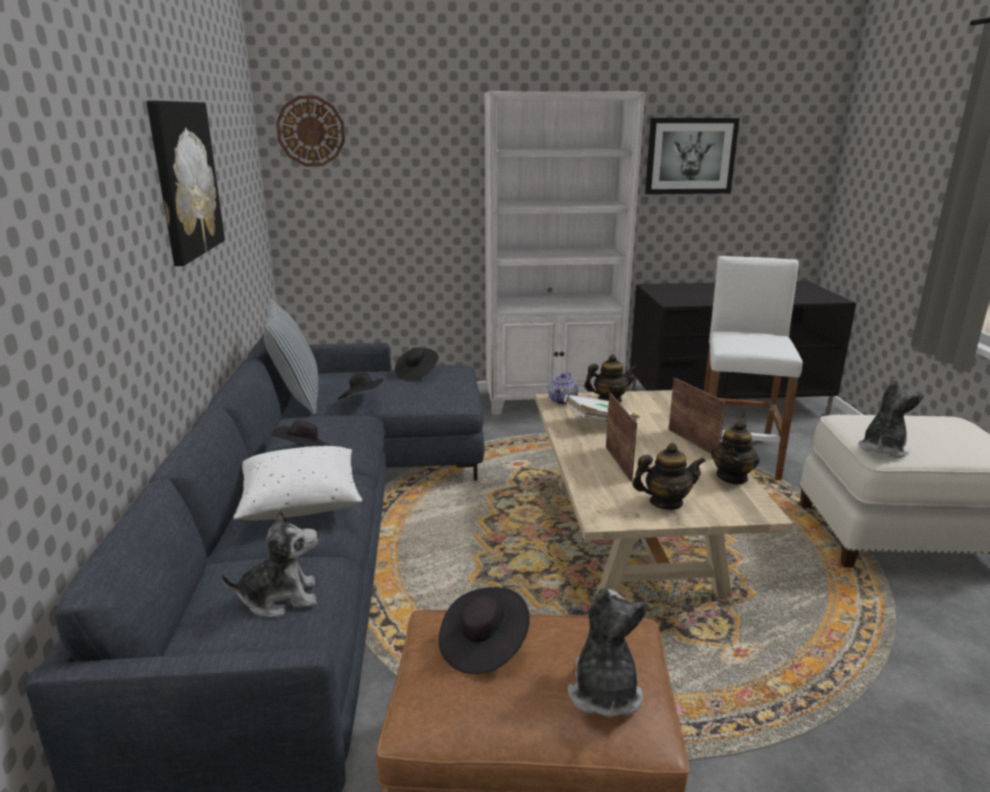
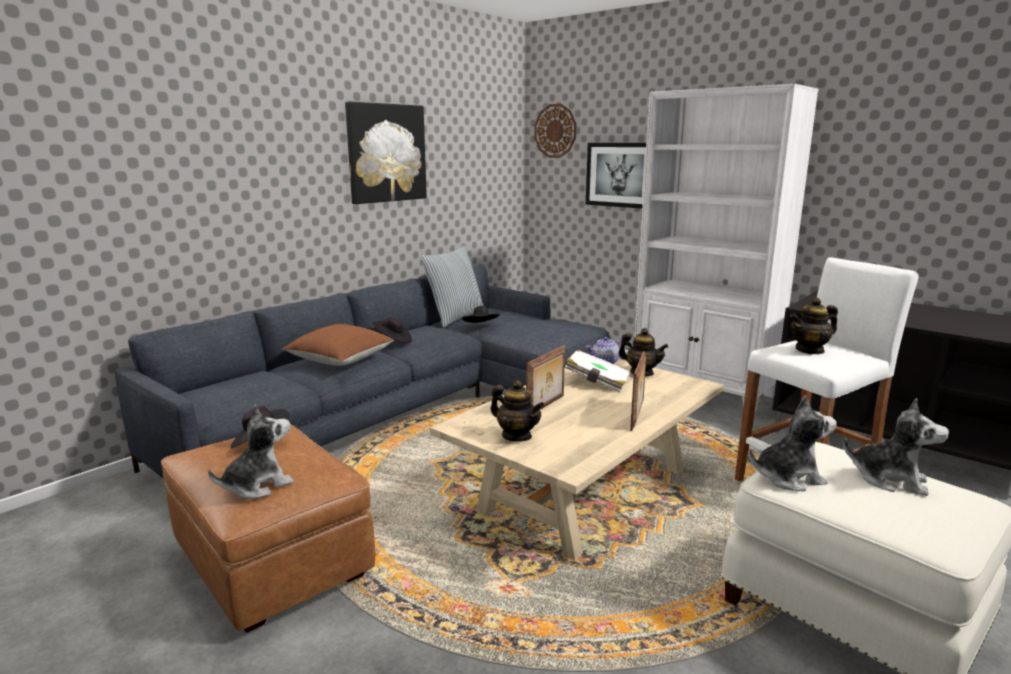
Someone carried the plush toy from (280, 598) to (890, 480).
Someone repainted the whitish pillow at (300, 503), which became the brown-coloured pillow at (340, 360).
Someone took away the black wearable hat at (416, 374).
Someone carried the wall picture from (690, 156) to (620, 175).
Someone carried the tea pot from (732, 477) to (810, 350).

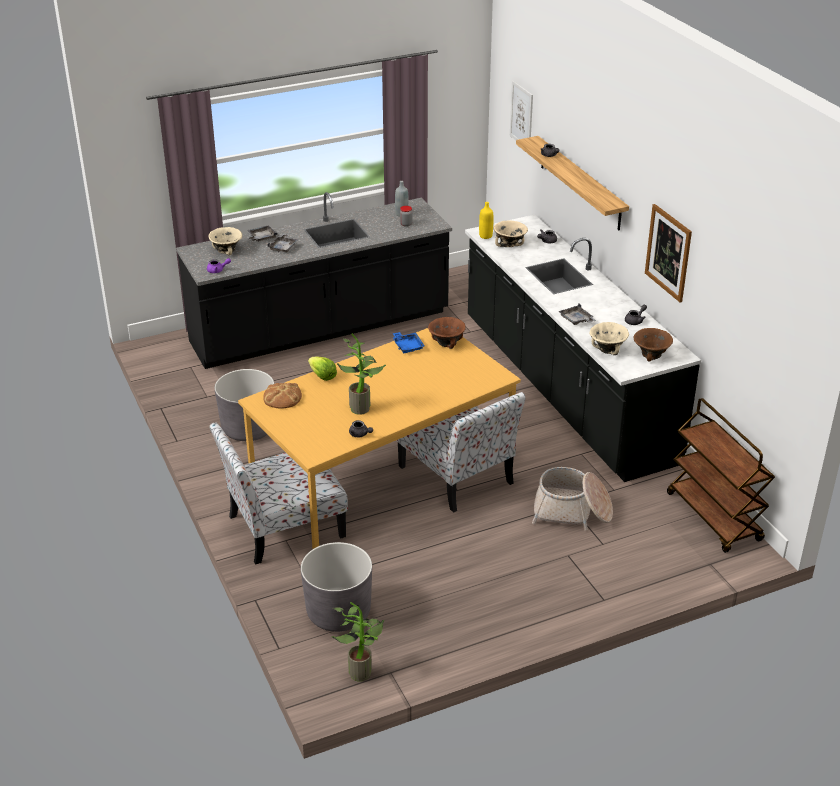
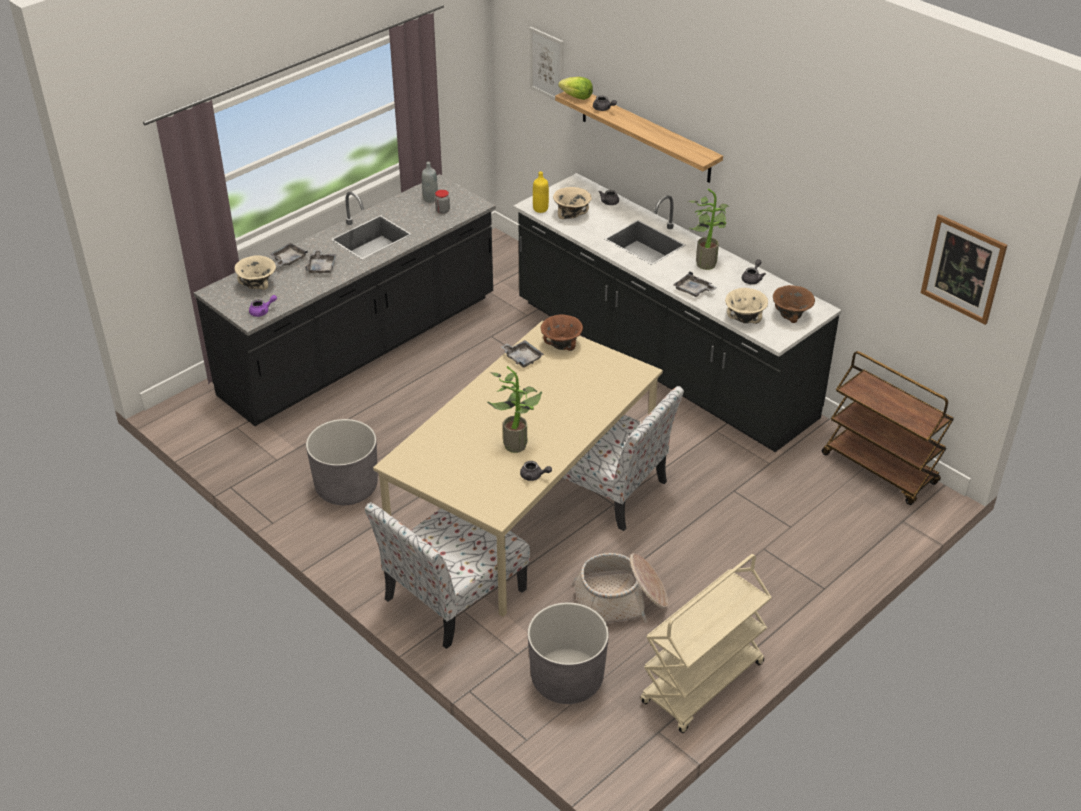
Someone repainted the orange-coloured dining table at (383, 474), which became the beige-coloured dining table at (525, 505).
Someone took away the baked bread at (282, 397).
Someone carried the head of lettuce from (322, 376) to (576, 97).
Someone carried the plant in a pot from (361, 670) to (705, 262).
Someone repainted the bluish tray at (407, 346), which became the gray tray at (522, 358).
Someone carried the basket from (572, 511) to (620, 602).
Someone carried the wall picture from (668, 252) to (963, 269).
Someone put down the beige-coloured trolley at (702, 684).

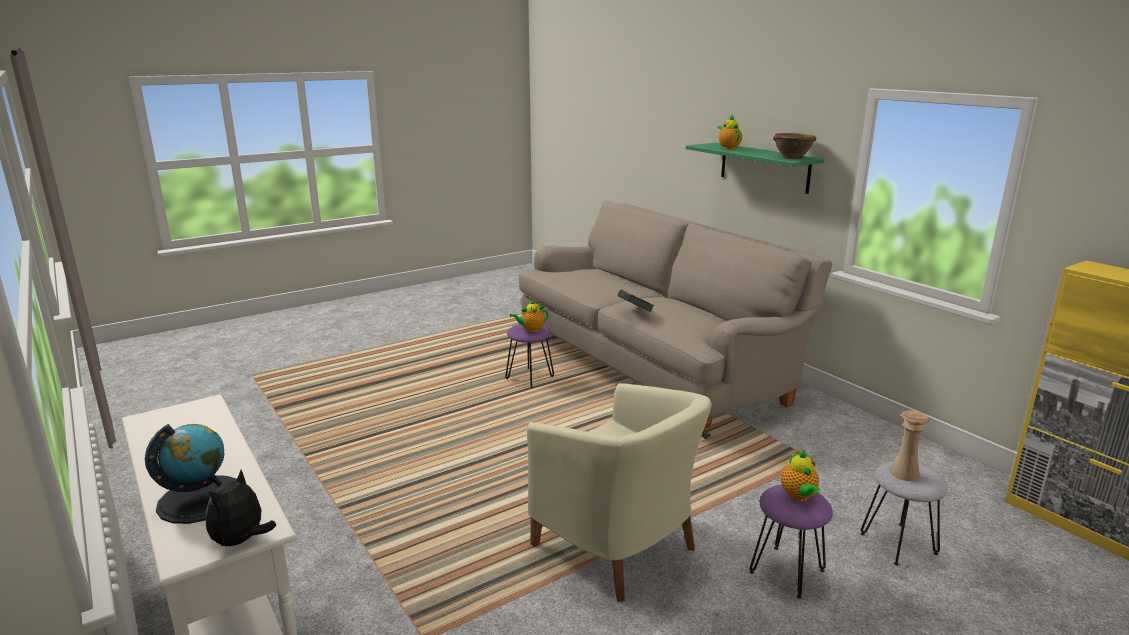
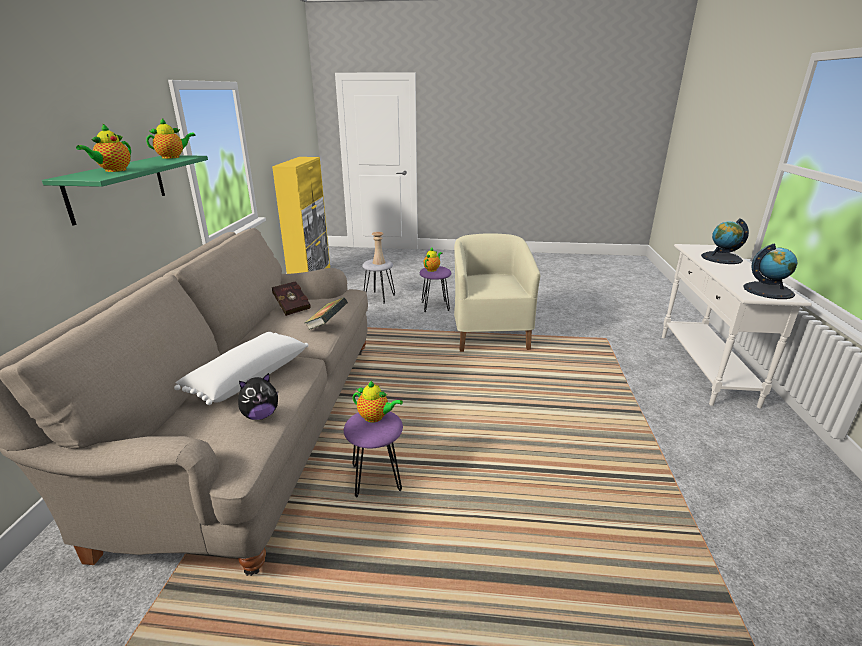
Someone carried the plush toy from (241, 541) to (260, 415).
Someone swapped the brown-coloured deep dish at (792, 157) for the tea pot at (173, 157).
Someone put down the whitish pillow at (247, 377).
Someone put down the red-coloured volume at (292, 306).
Someone put down the globe at (768, 290).

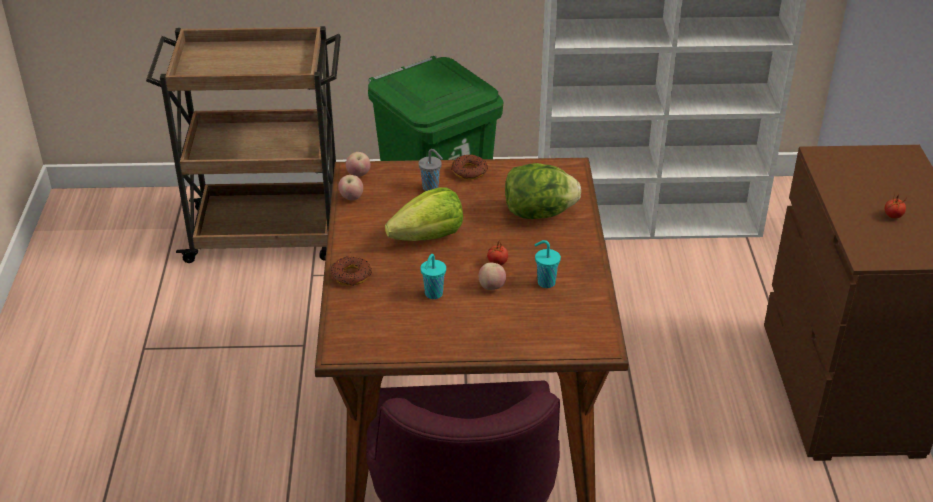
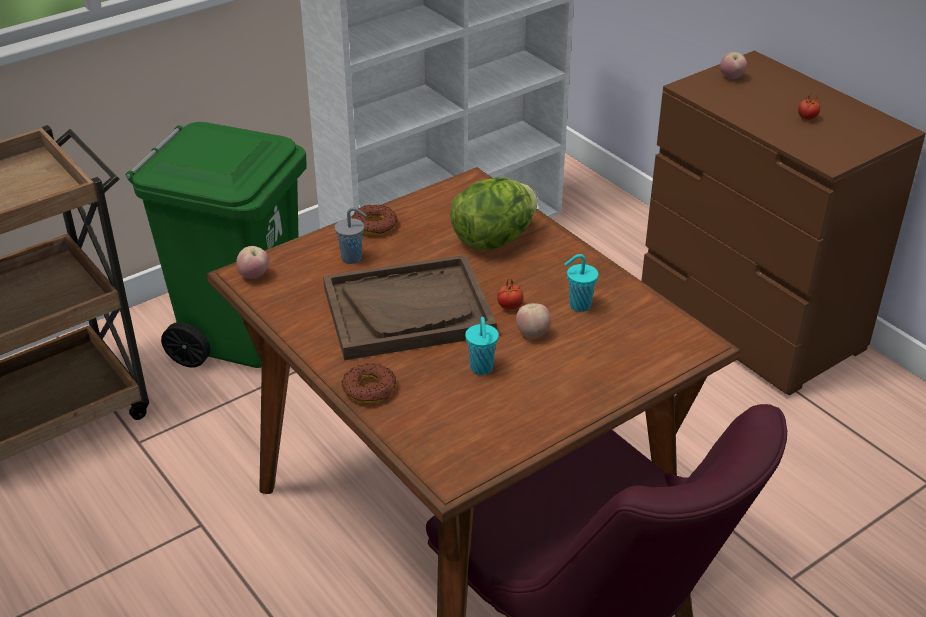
Someone carried the whole apple from (351, 198) to (731, 77).
Someone swapped the head of lettuce at (429, 237) for the brown-coloured tray at (408, 310).

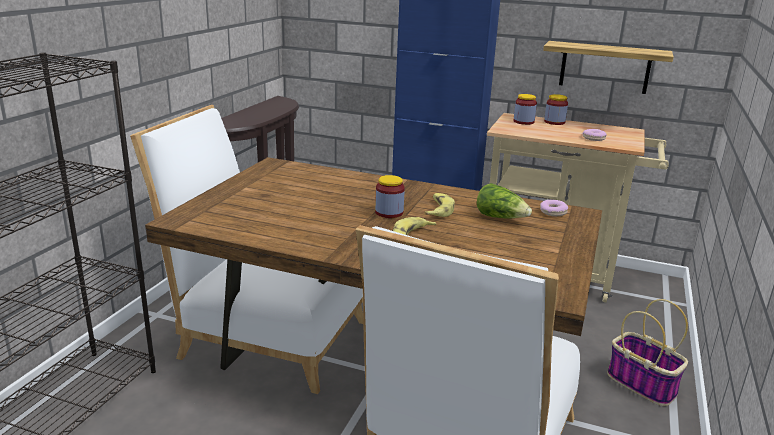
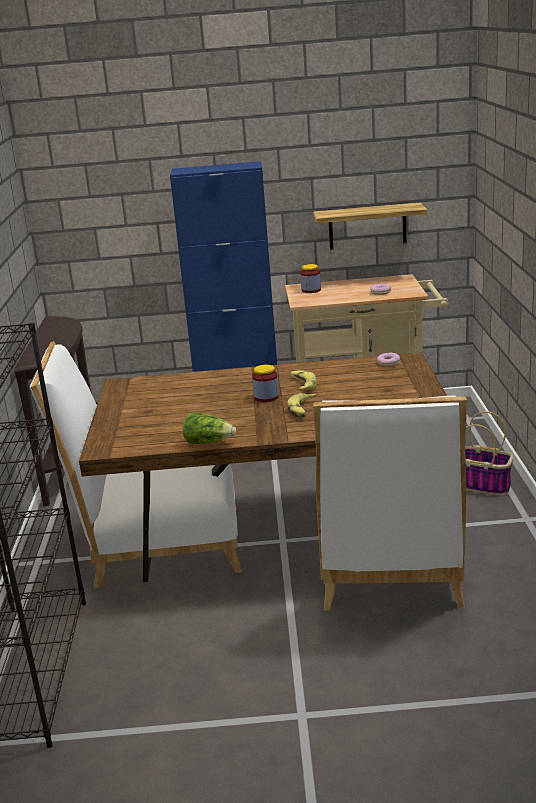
Someone carried the head of lettuce from (501, 218) to (208, 442).
Someone took away the preserve jar at (554, 122).

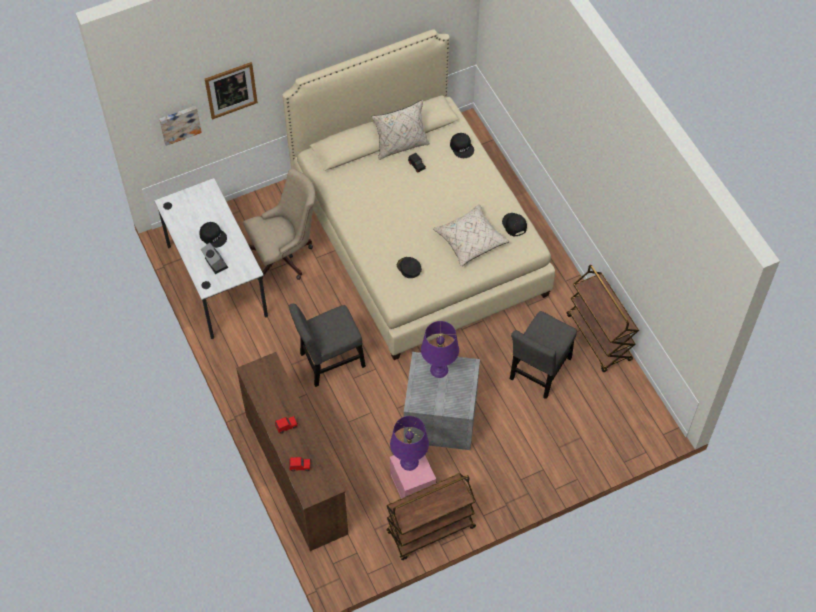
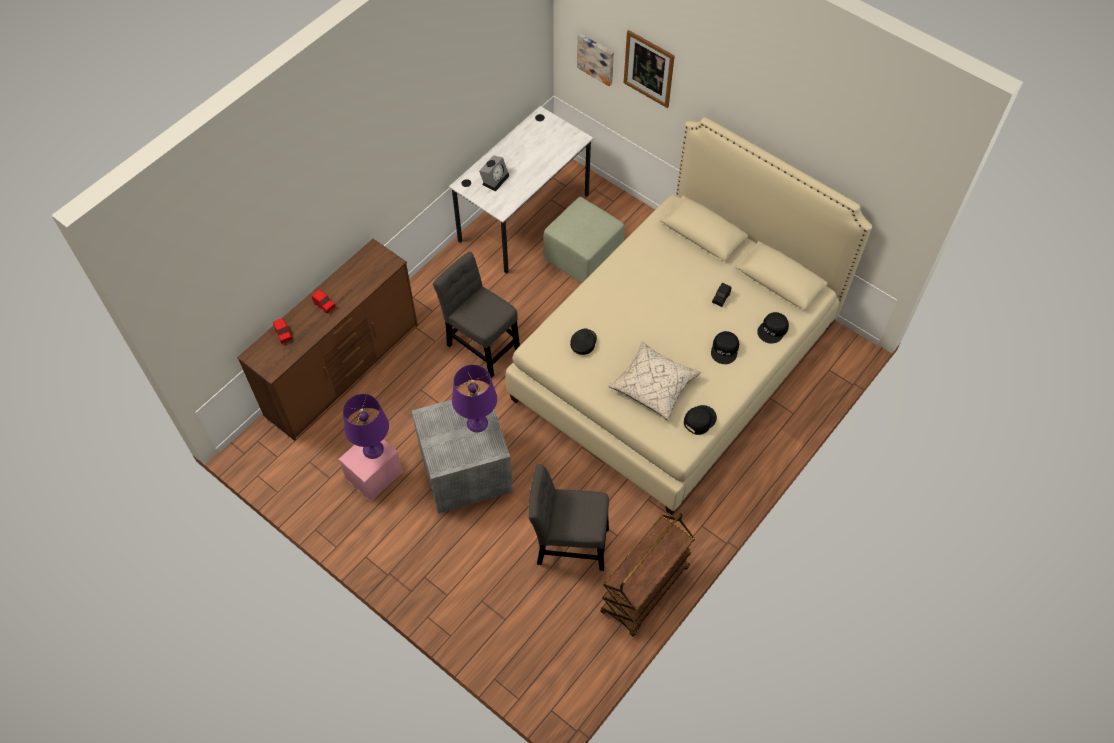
Someone carried the black peaked cap from (213, 236) to (725, 349).
Someone swapped the beige-coloured desk chair at (285, 256) for the green footrest at (583, 258).
Someone took away the beige-coloured pillow at (400, 145).
Someone took away the brown-coloured trolley at (430, 530).

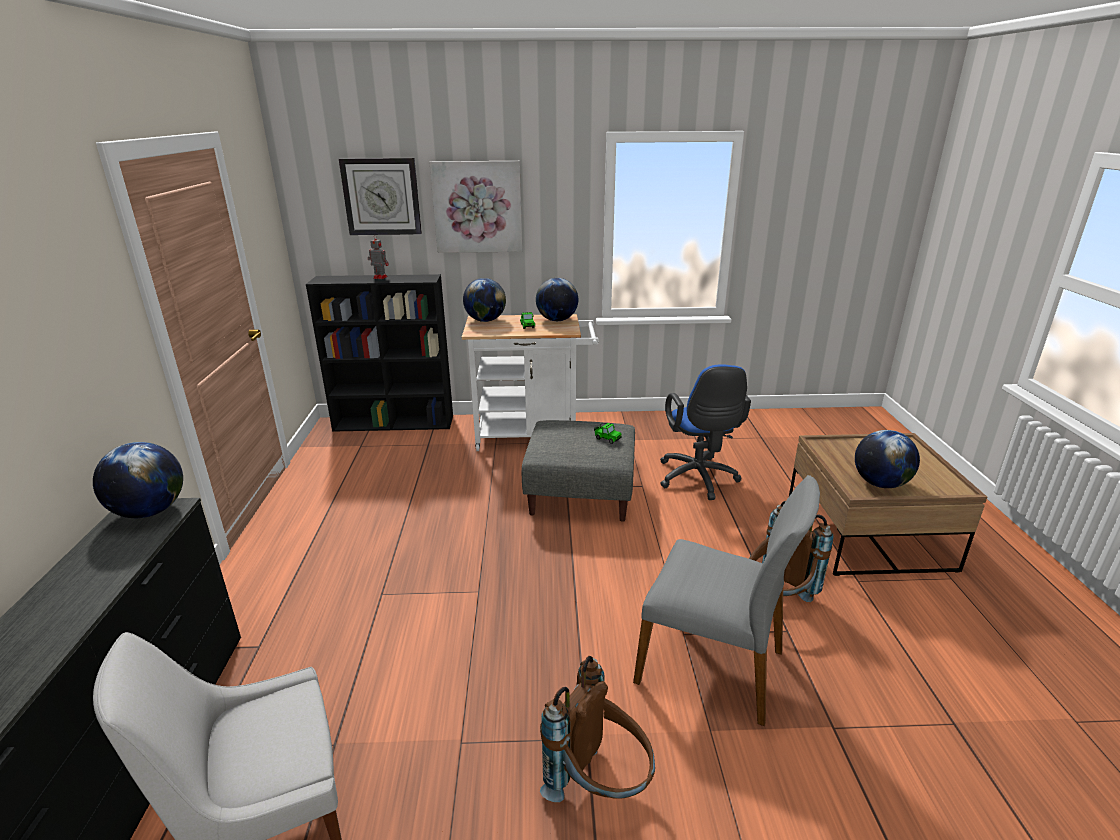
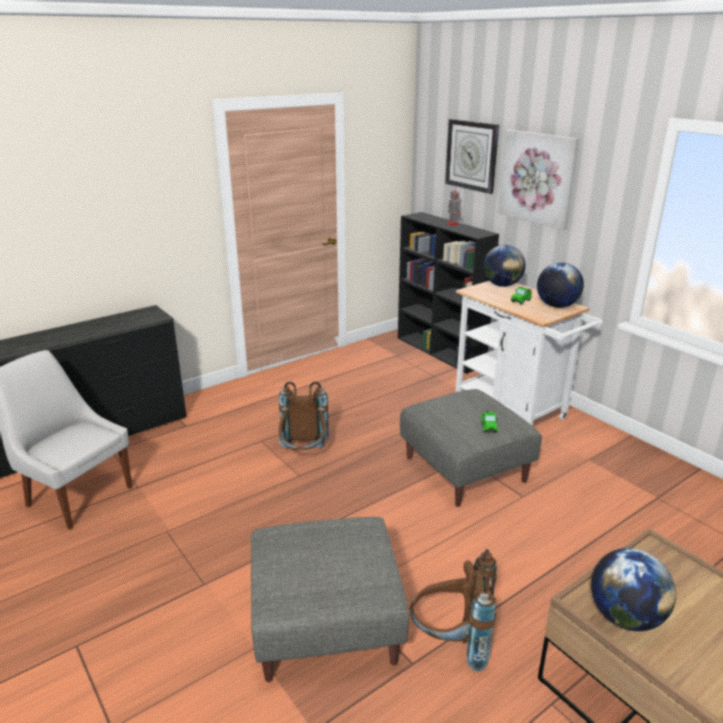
Someone took away the globe at (150, 511).
Someone carried the brown-coloured rucksack from (599, 785) to (304, 455).
Someone swapped the gray upright chair at (712, 665) for the gray footrest at (325, 625).
Someone took away the bluish desk chair at (698, 480).

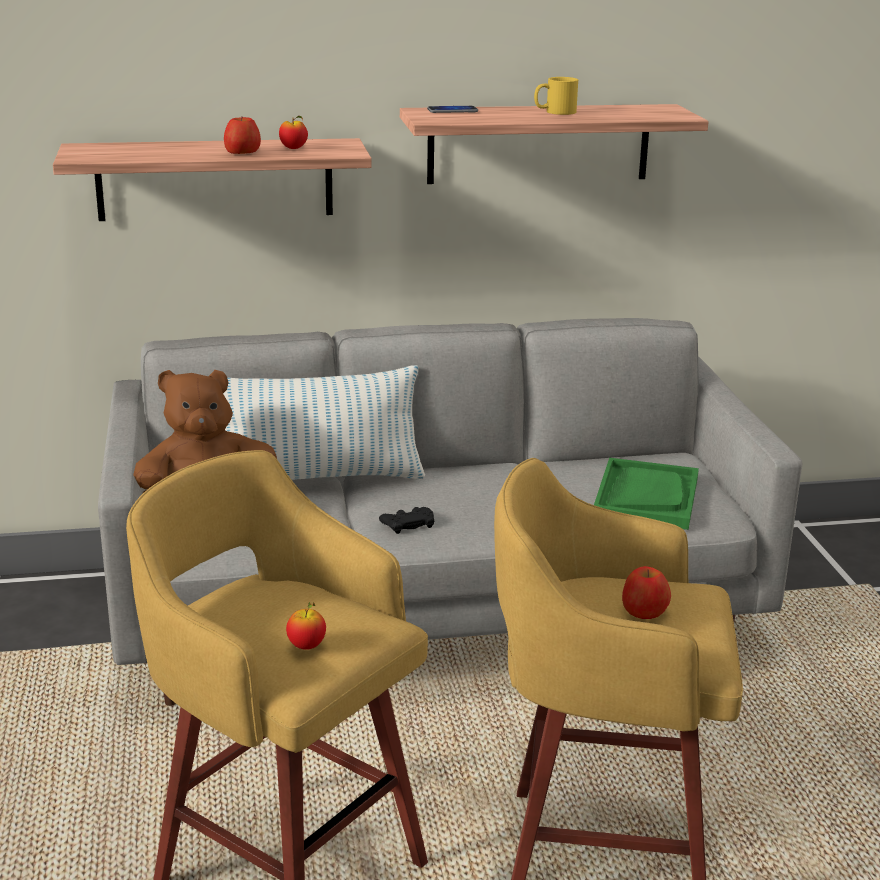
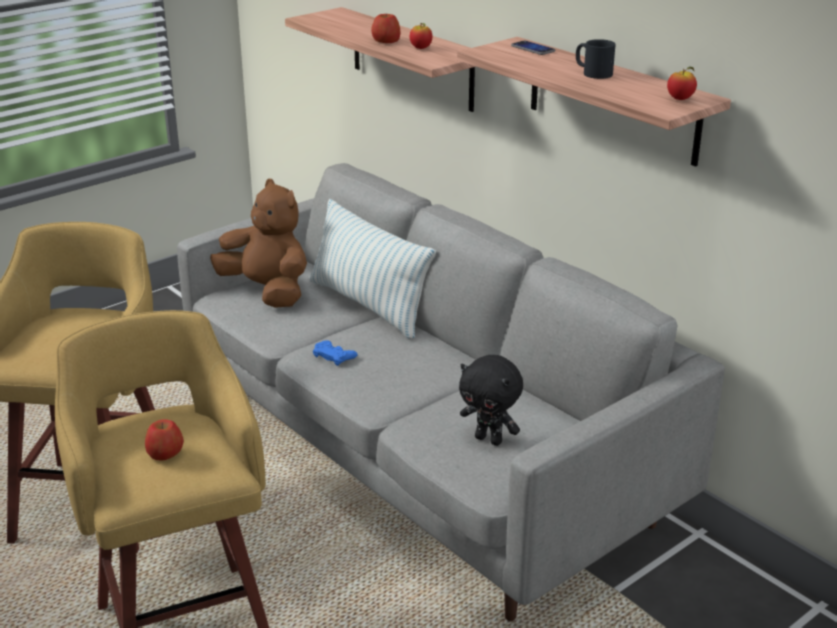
Someone carried the whole apple from (306, 646) to (680, 99).
Someone repainted the black gamepad at (408, 524), which became the bluish gamepad at (334, 356).
Someone repainted the yellow-coloured mug at (554, 112), which became the black mug at (592, 73).
Someone swapped the green tray at (646, 497) for the black plush toy at (489, 439).

